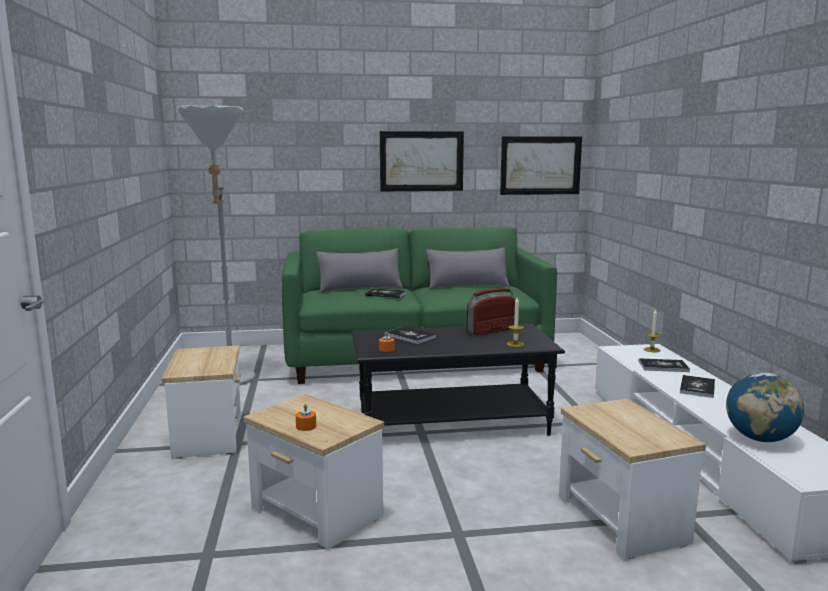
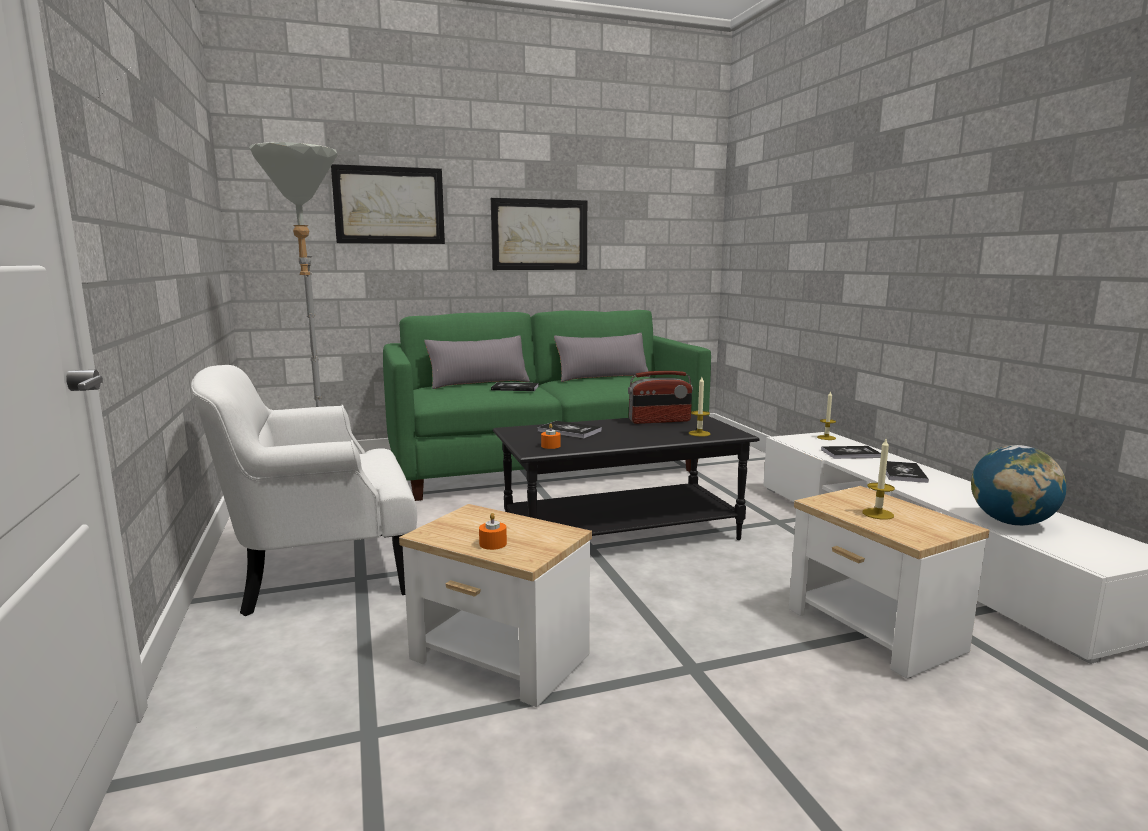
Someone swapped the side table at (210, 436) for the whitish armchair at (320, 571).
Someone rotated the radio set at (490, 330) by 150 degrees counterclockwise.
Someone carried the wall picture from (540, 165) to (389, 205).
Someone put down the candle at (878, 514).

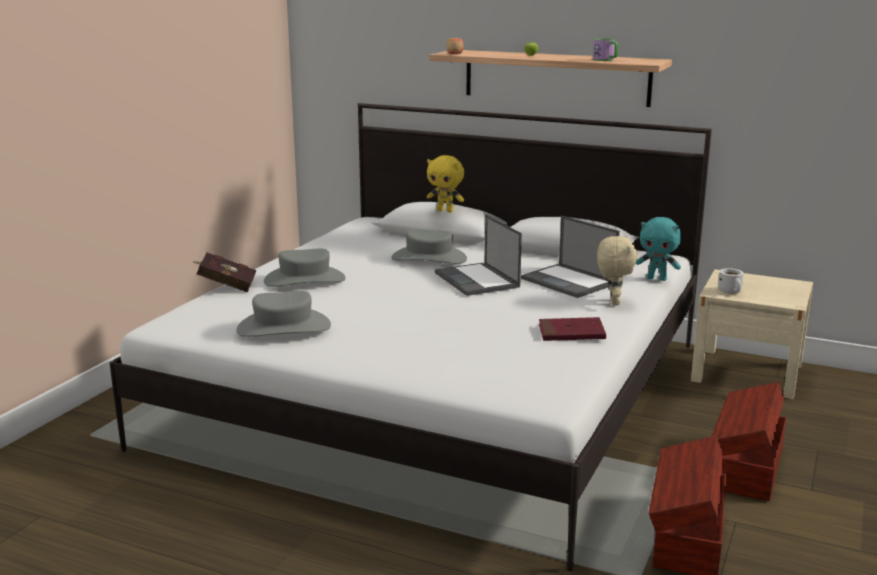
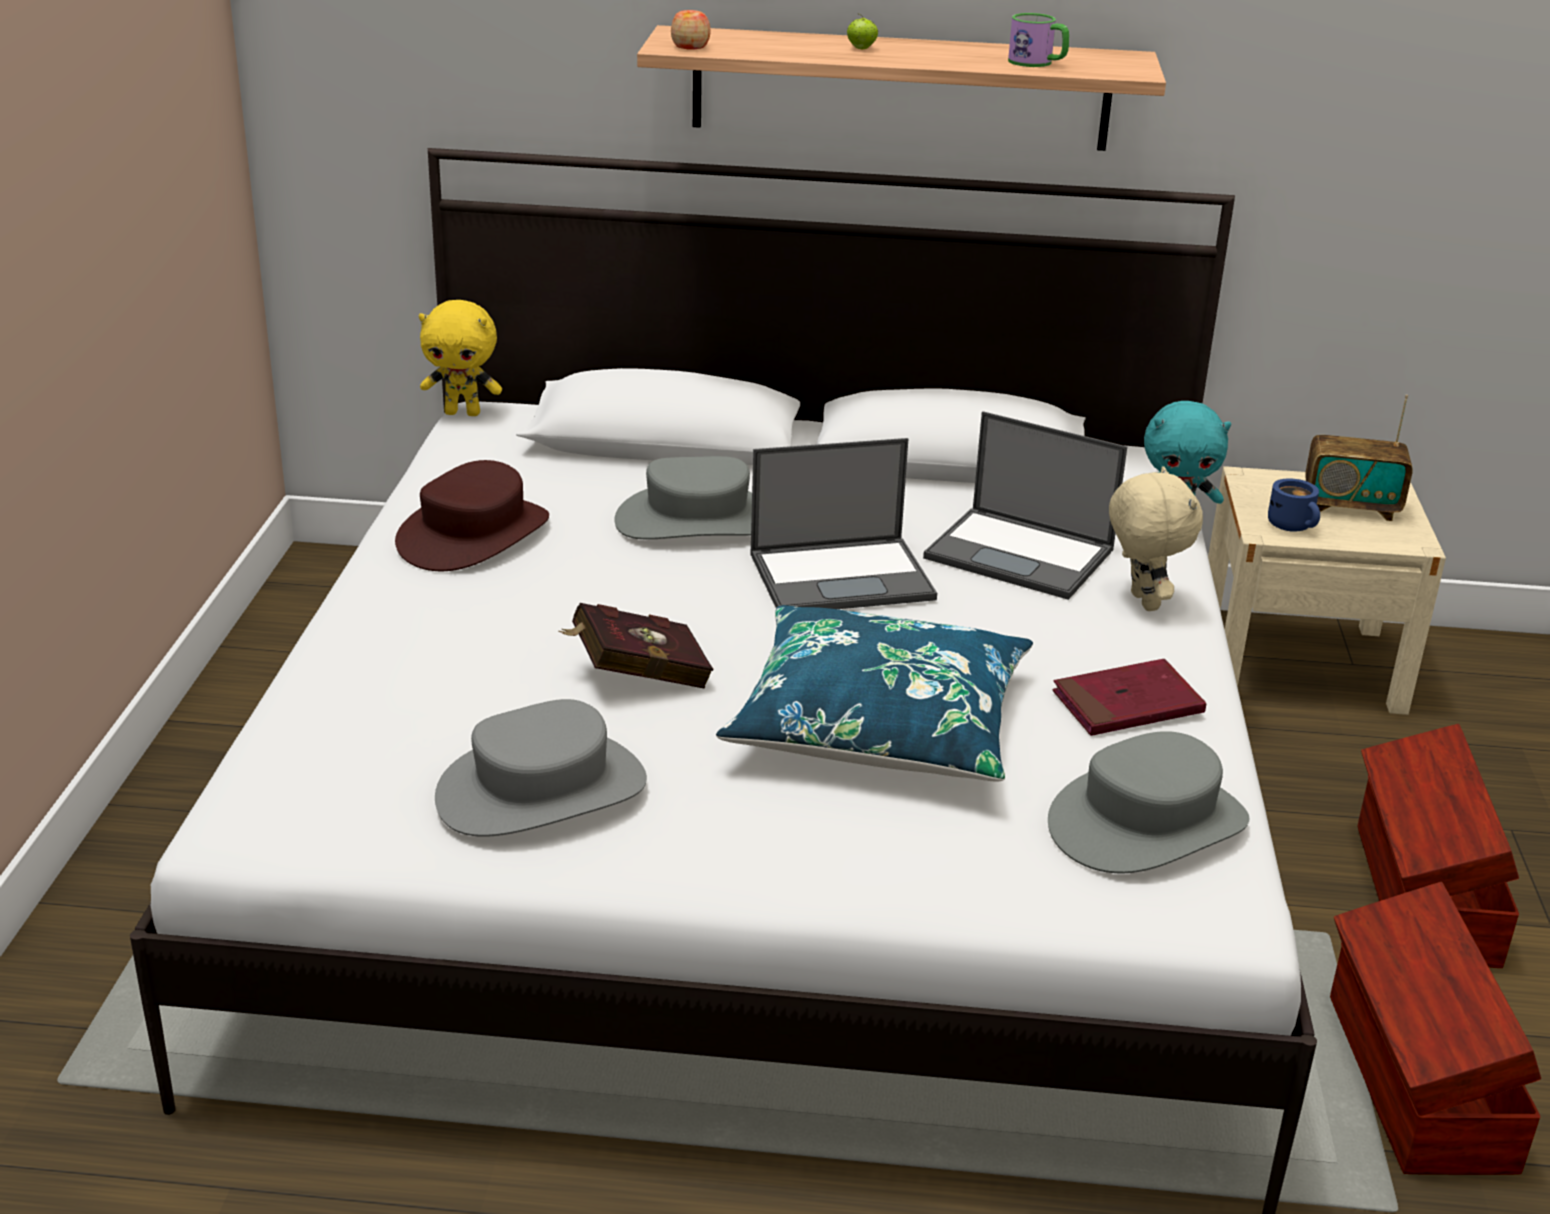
Someone carried the red-coloured volume from (225, 286) to (635, 676).
Someone carried the gray wearable hat from (305, 280) to (1147, 823).
Someone carried the yellow-coloured plush toy from (445, 211) to (463, 413).
Someone rotated the laptop at (477, 280) by 60 degrees counterclockwise.
Someone repainted the whitish mug at (731, 292), which became the bluish mug at (1293, 526).
Someone put down the brown-coloured wearable hat at (474, 535).
Someone put down the bluish pillow at (879, 723).
Someone put down the radio set at (1350, 507).

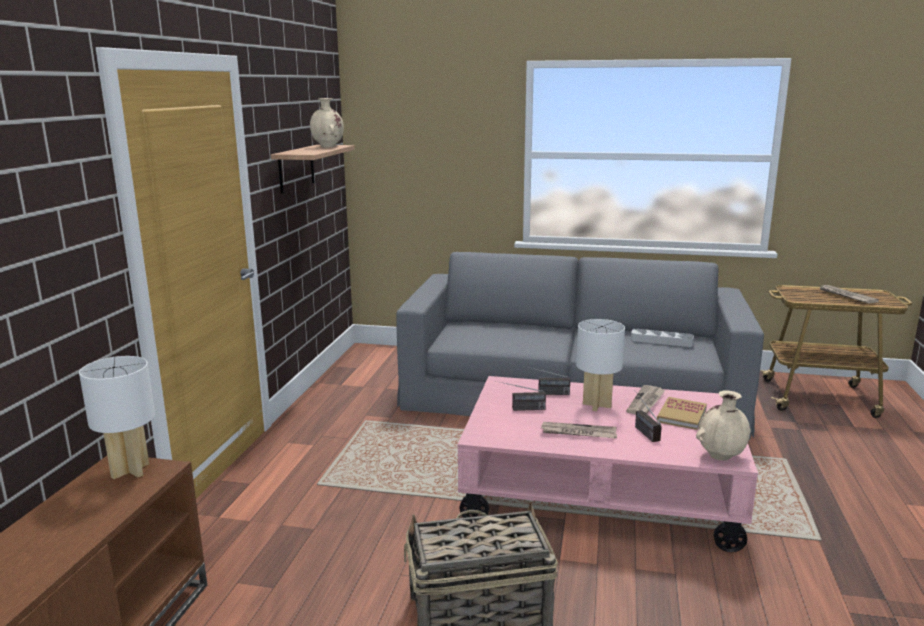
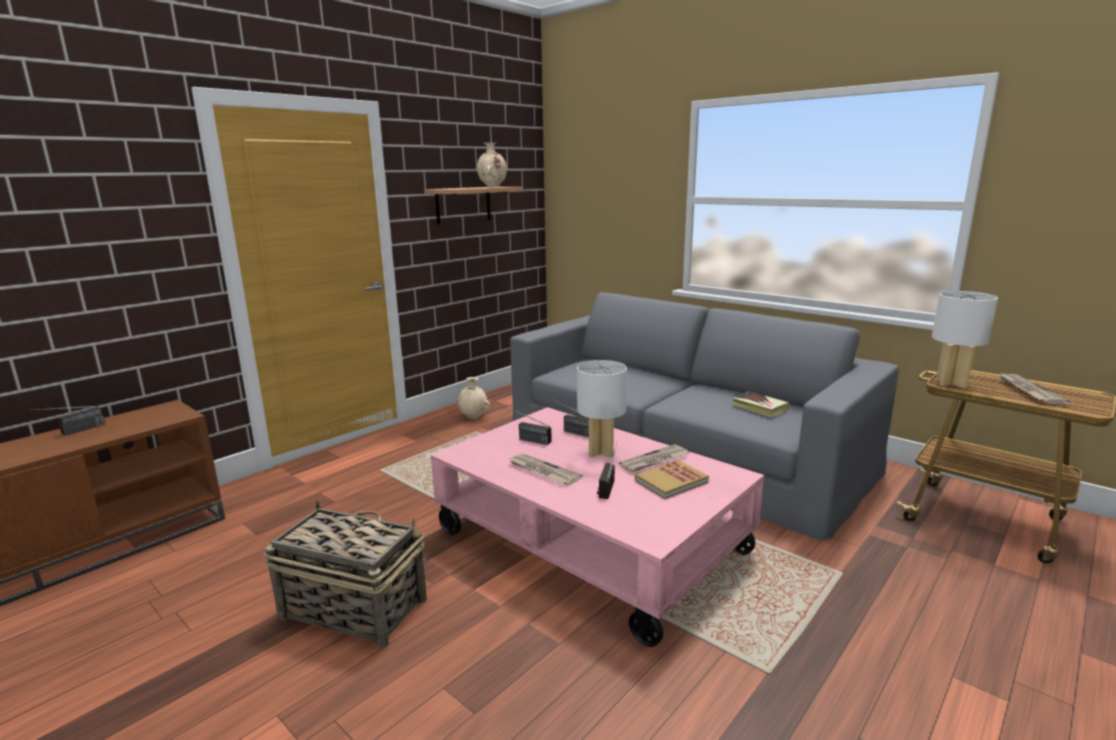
Someone carried the whitish lamp for a table from (131, 470) to (951, 383).
Someone swapped the gray tray at (661, 341) for the volume at (759, 407).
Someone carried the beige-coloured flower vase from (721, 456) to (473, 417).
Someone put down the radio set at (73, 432).

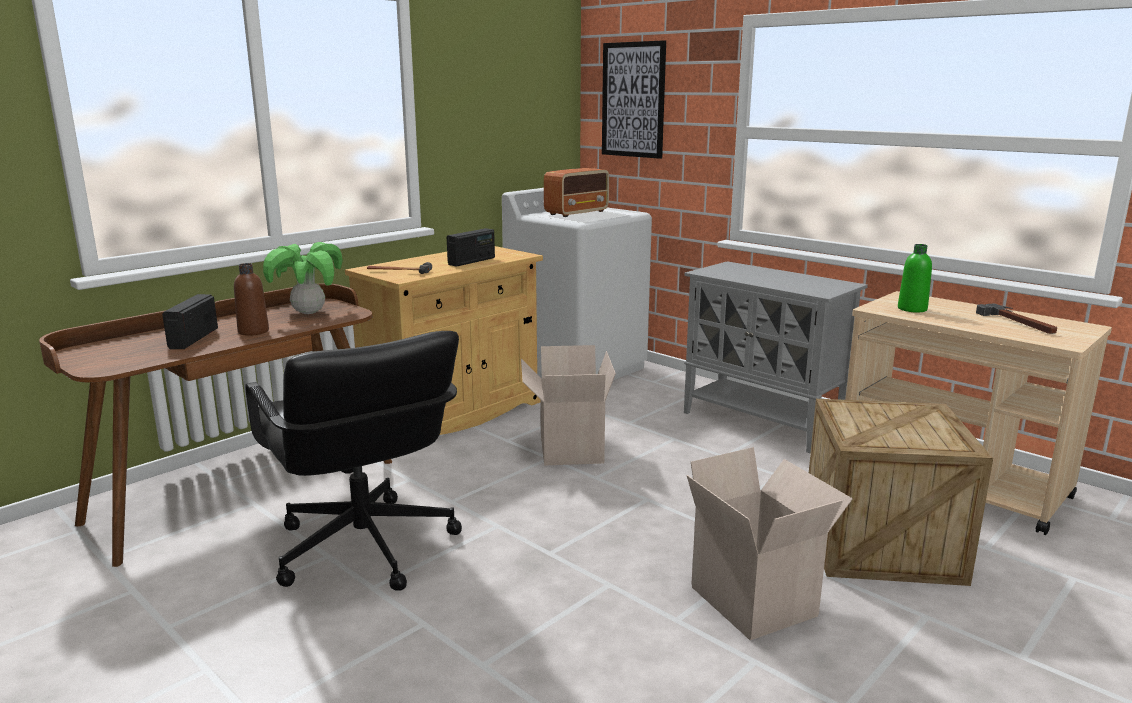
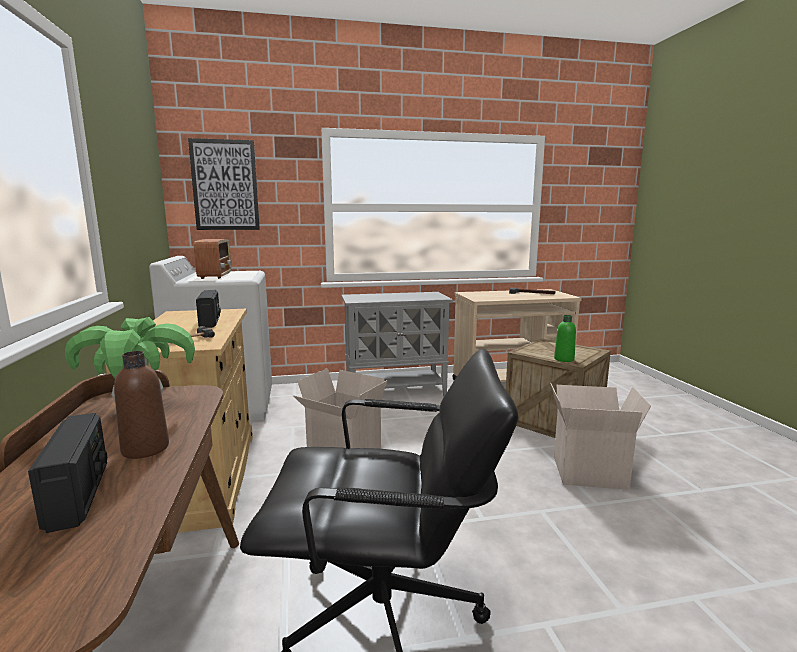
Someone rotated the radio set at (193, 338) by 150 degrees counterclockwise.
Someone carried the green bottle from (912, 309) to (564, 359).

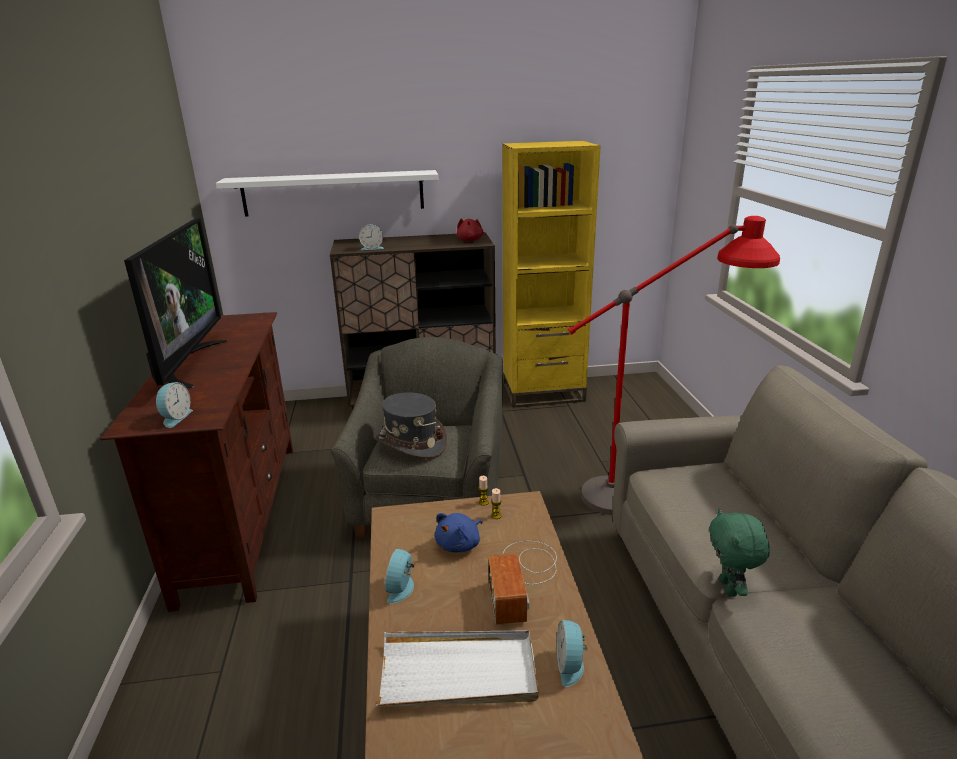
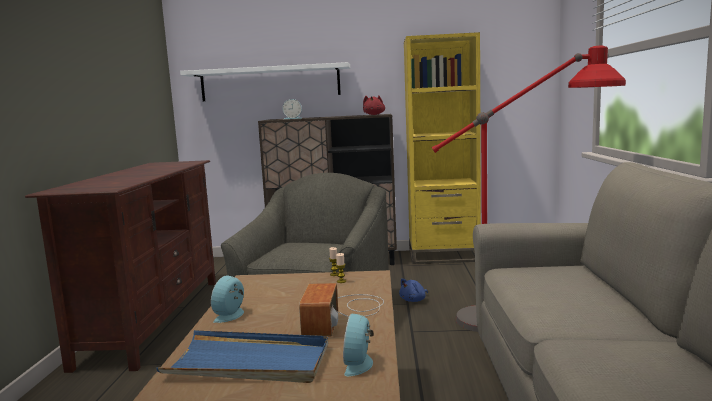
Someone took away the TV set at (188, 364).
Someone took away the alarm clock at (175, 418).
Someone took away the gray wearable hat at (411, 443).
Someone repainted the whitish tray at (458, 673), which became the bluish tray at (249, 362).
Someone carried the bluish plush toy from (460, 544) to (414, 300).
Someone took away the green plush toy at (729, 588).

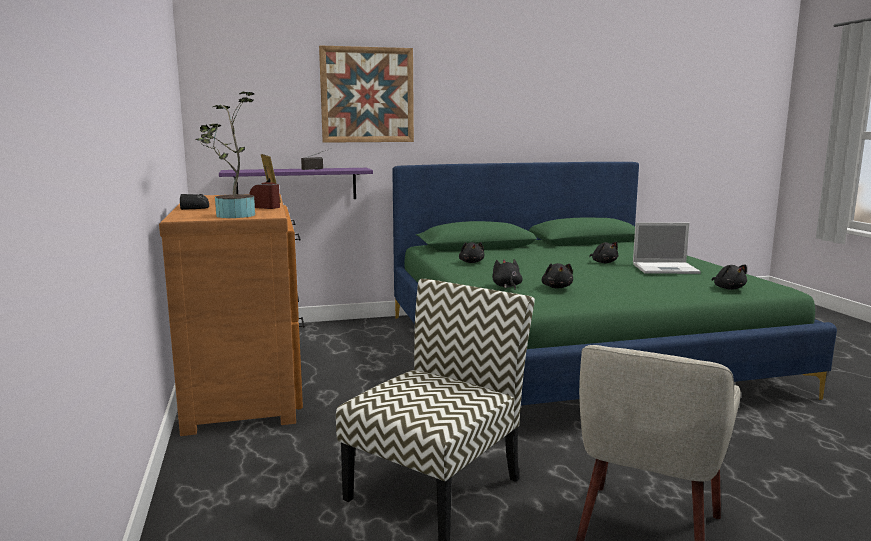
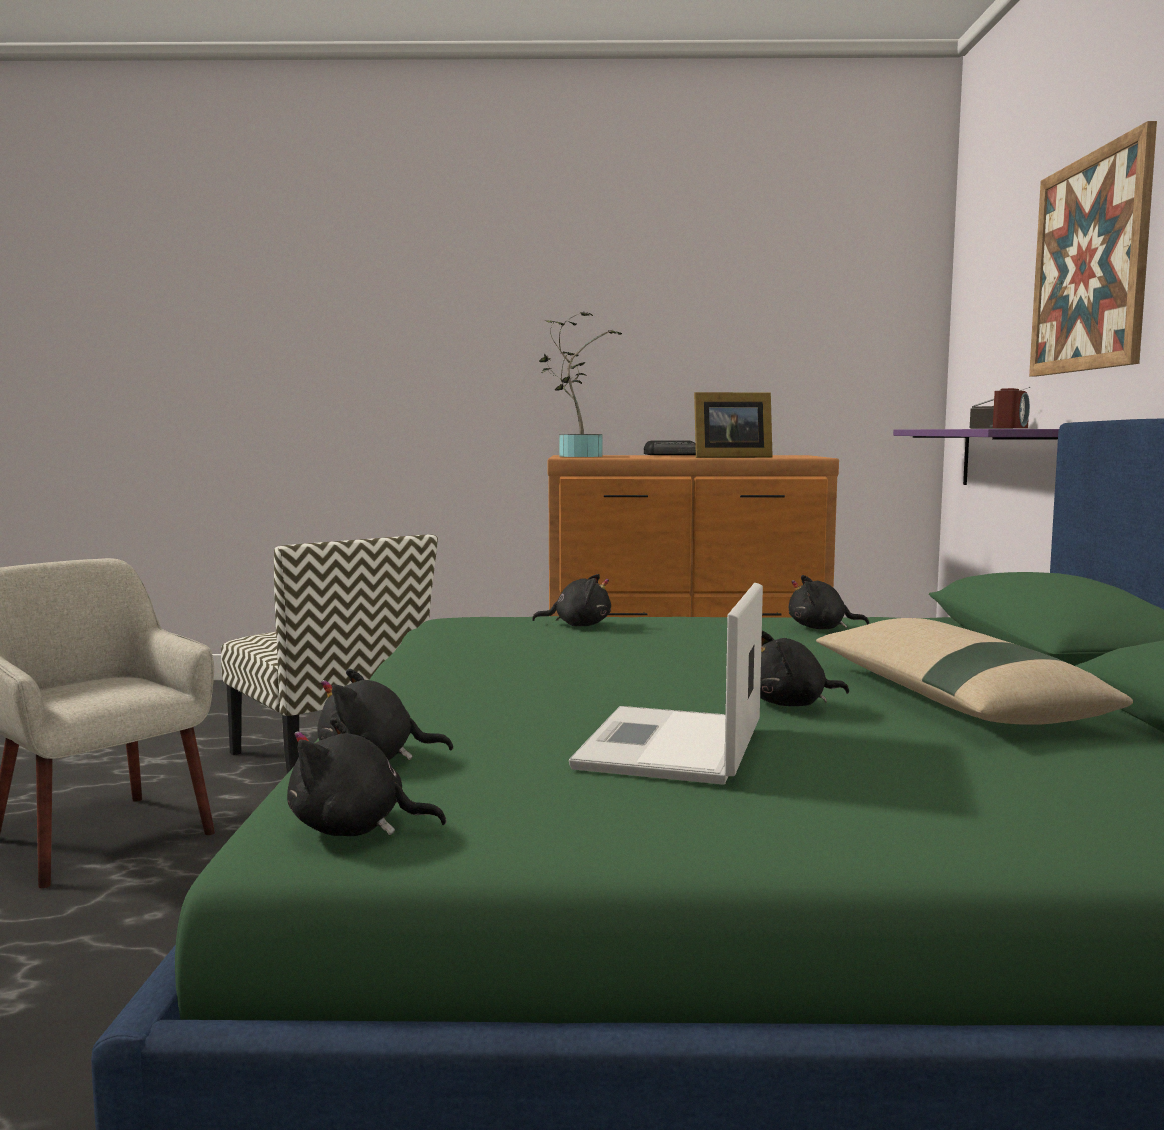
Someone carried the alarm clock from (266, 207) to (1010, 428).
Someone carried the black plush toy from (557, 287) to (354, 829).
Someone put down the beige-coloured pillow at (952, 699).

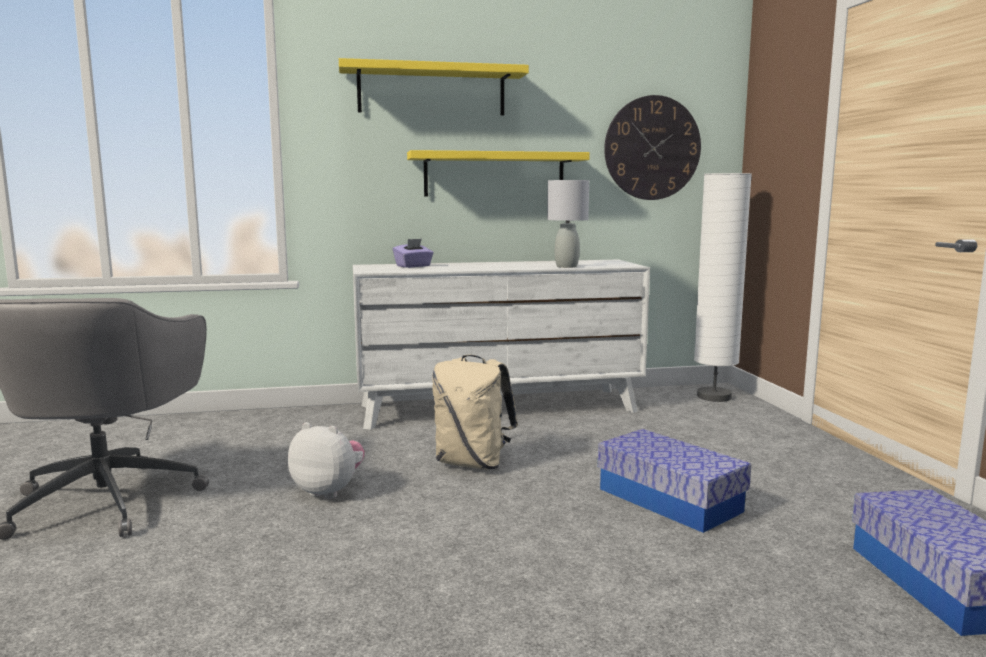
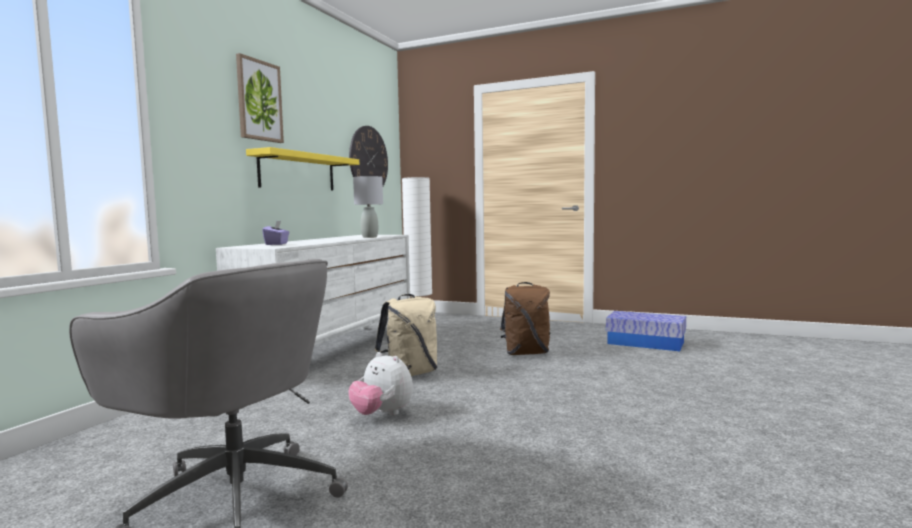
Someone rotated the plush toy at (329, 491) by 105 degrees counterclockwise.
Someone swapped the yellow-coloured wall shelf at (431, 91) for the wall picture at (259, 100).
Someone swapped the storage bin at (669, 500) for the brown-coloured rucksack at (526, 353).

